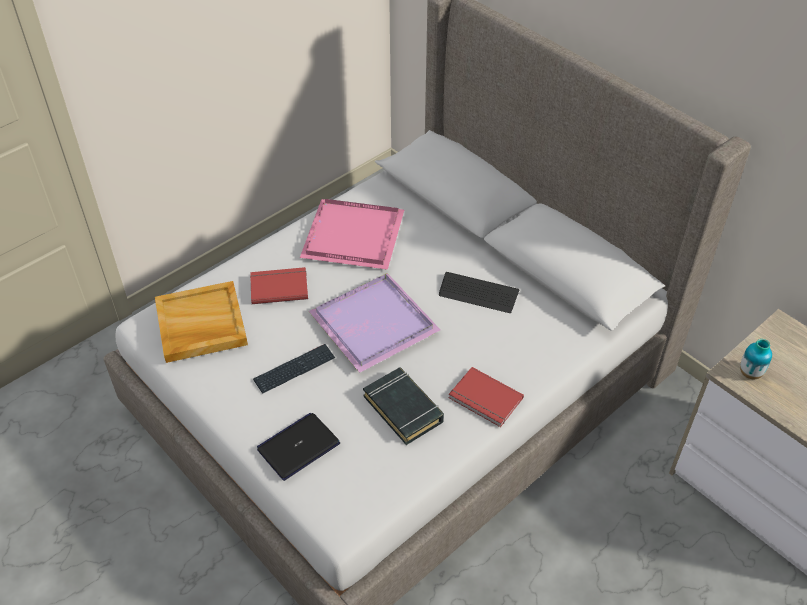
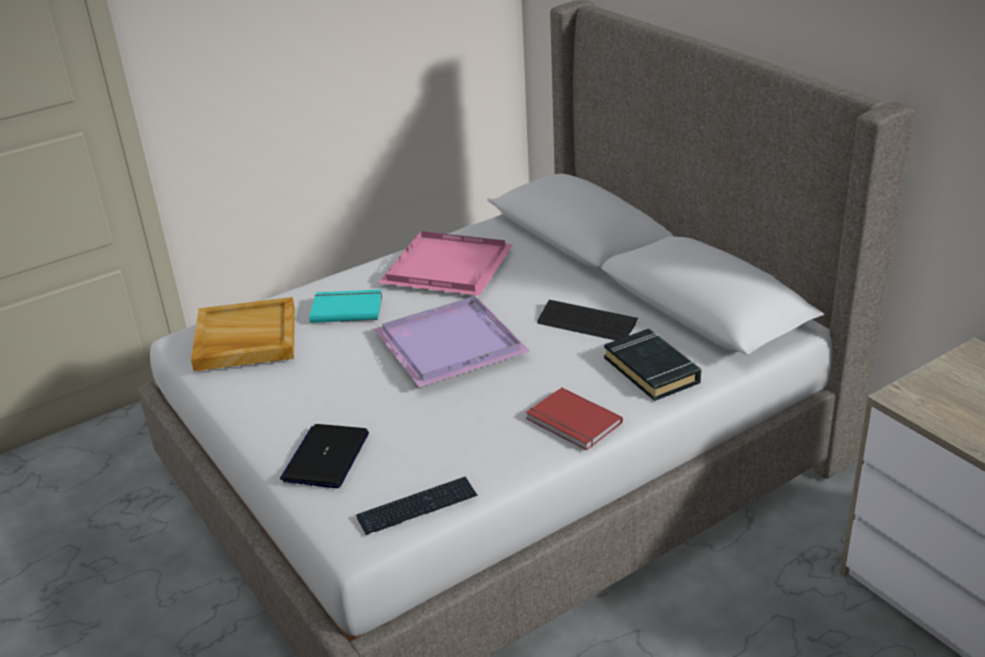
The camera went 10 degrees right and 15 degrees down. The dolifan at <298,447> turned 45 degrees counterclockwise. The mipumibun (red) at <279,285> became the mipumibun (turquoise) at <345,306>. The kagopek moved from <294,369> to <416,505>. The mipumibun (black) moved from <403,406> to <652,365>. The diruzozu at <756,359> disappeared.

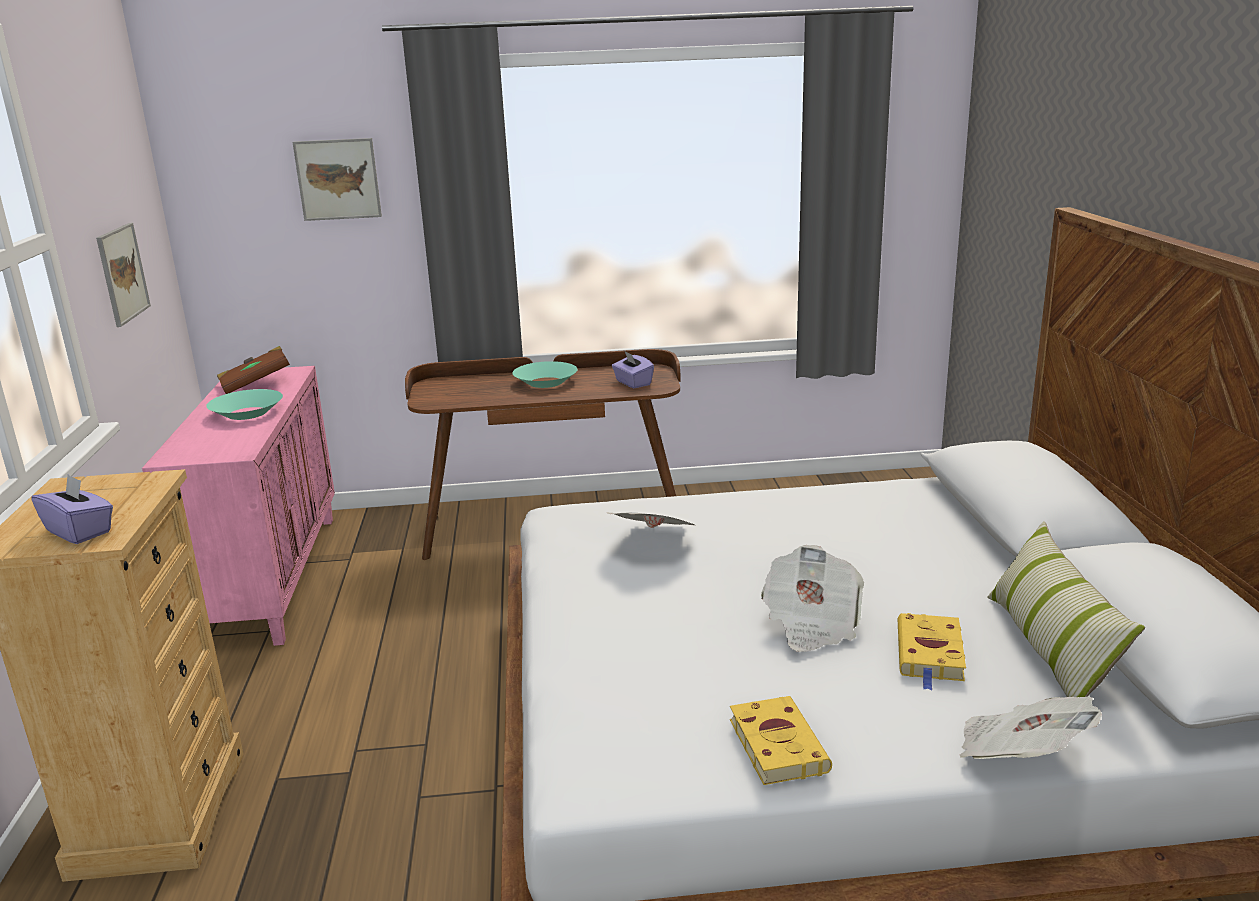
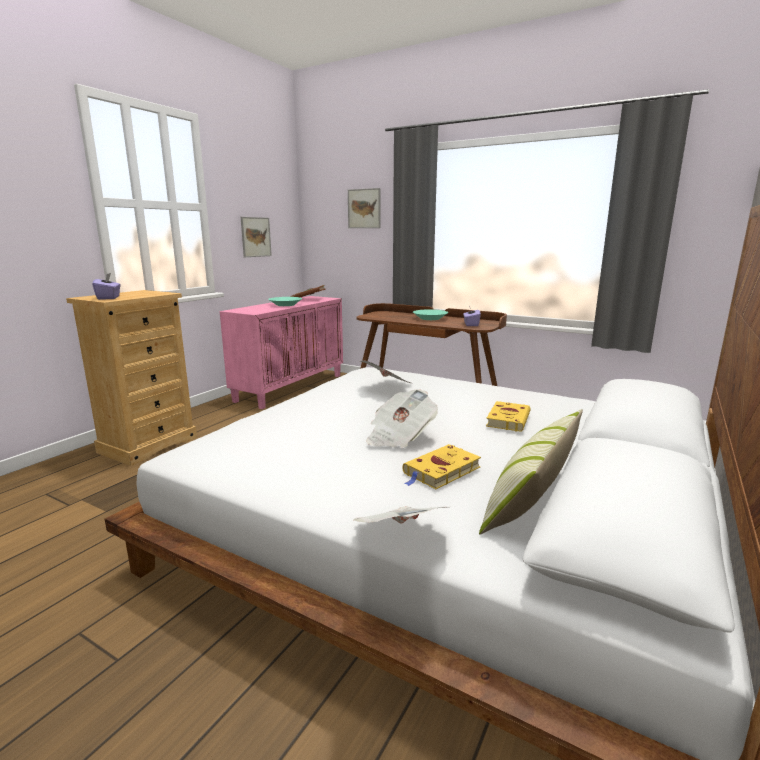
The camera went 35 degrees right and 5 degrees down. The mipumibun (yellow) moved from <781,740> to <508,416>.

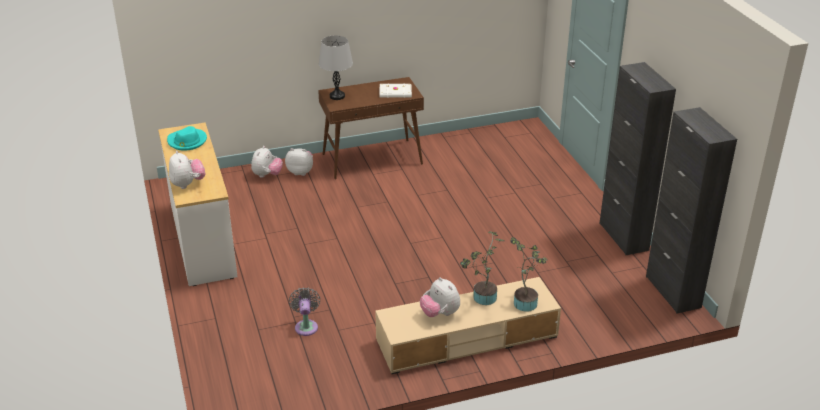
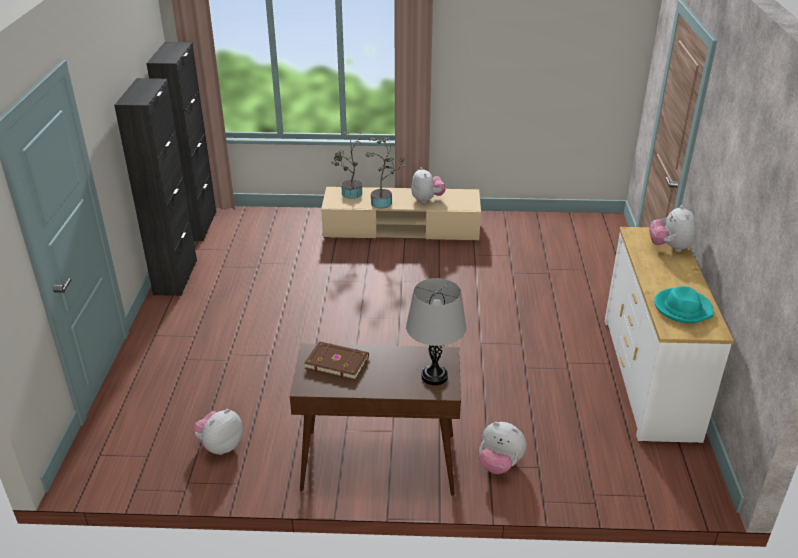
The camera went 160 degrees left and 0 degrees up. The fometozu moved from <267,162> to <218,432>. The mipumibun (white) at <395,91> became the mipumibun (brown) at <336,360>. The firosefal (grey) at <304,311> disappeared.

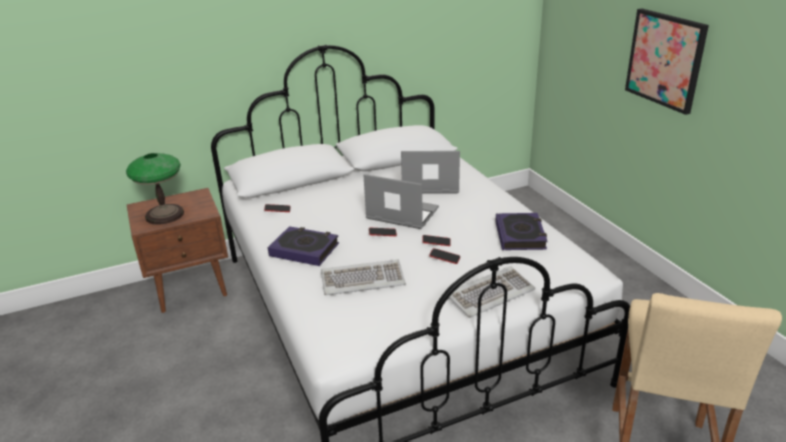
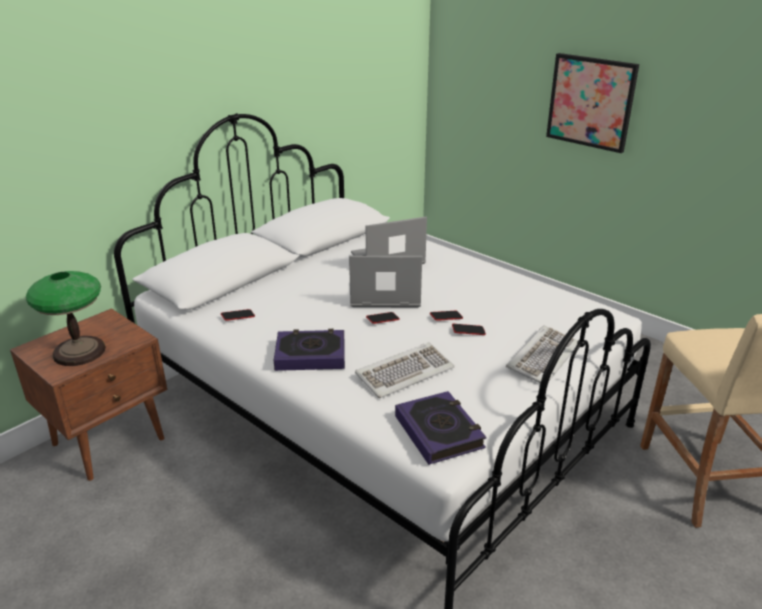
The camera went 25 degrees left and 0 degrees up. The mipumibun moved from <521,231> to <441,428>.

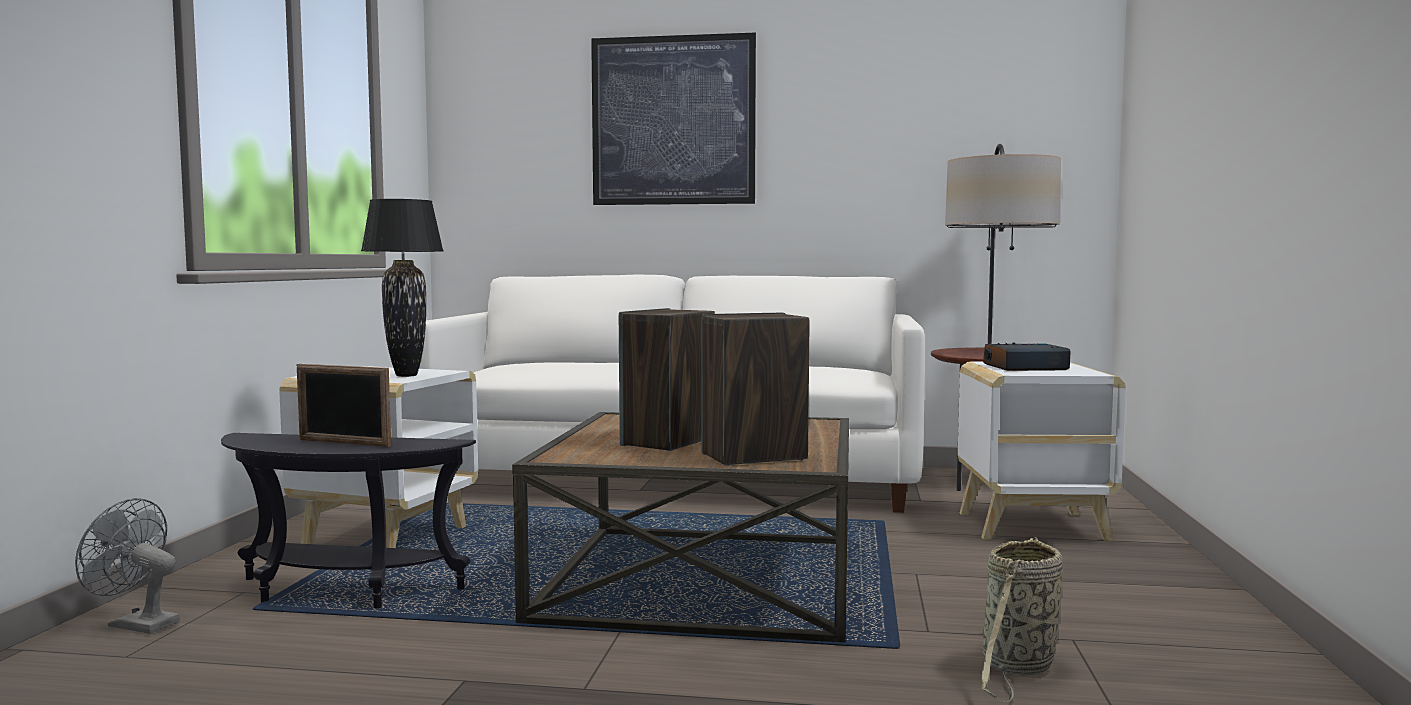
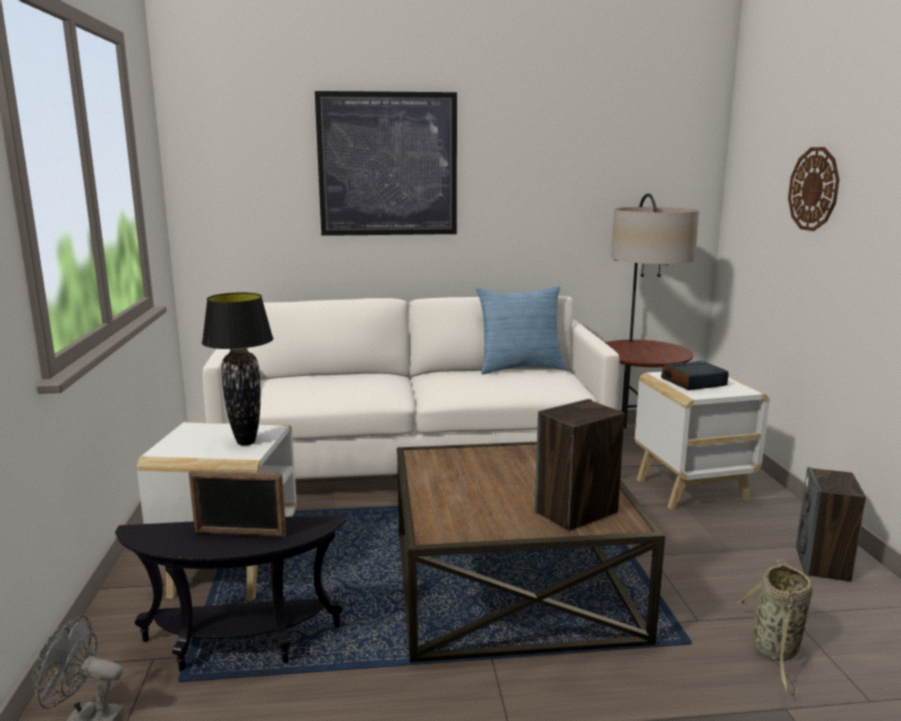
The camera went 15 degrees left and 10 degrees up. The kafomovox at <521,330> appeared. The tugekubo at <813,189> appeared. The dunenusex moved from <667,379> to <831,524>.

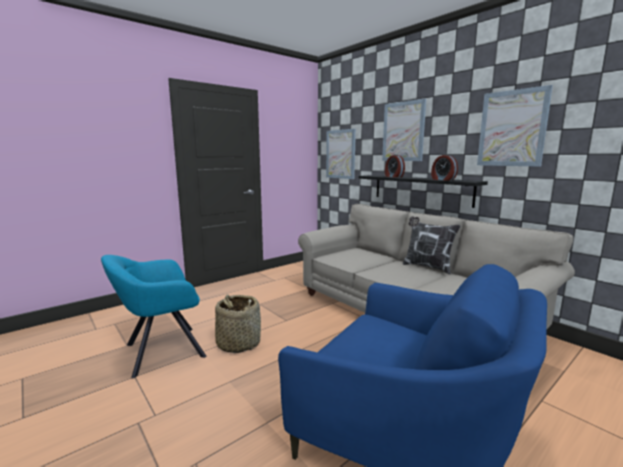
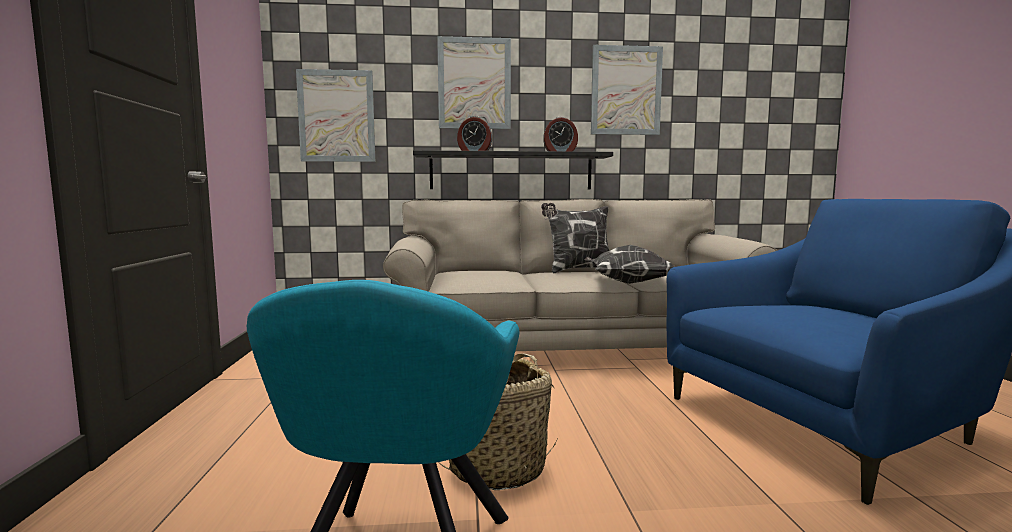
The camera went 55 degrees left and 5 degrees down. The kafomovox at <630,264> appeared.

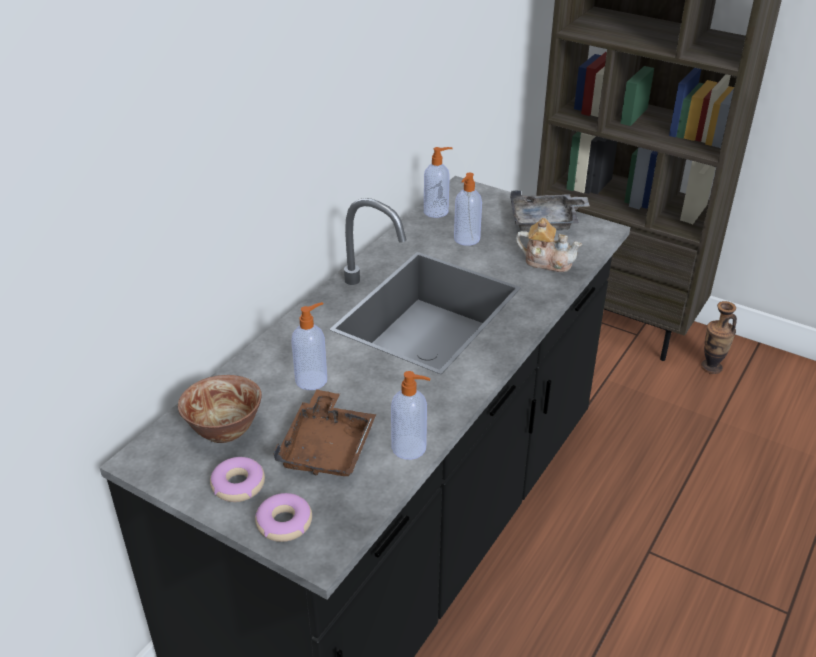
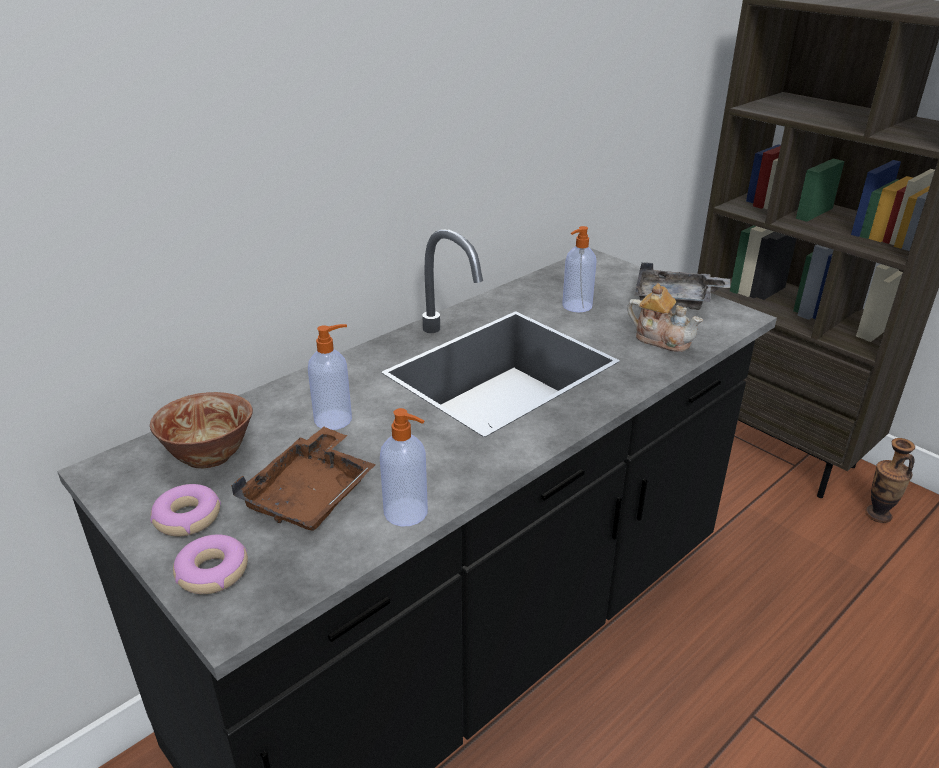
The camera went 15 degrees right and 5 degrees down. The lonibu at <438,182> disappeared.

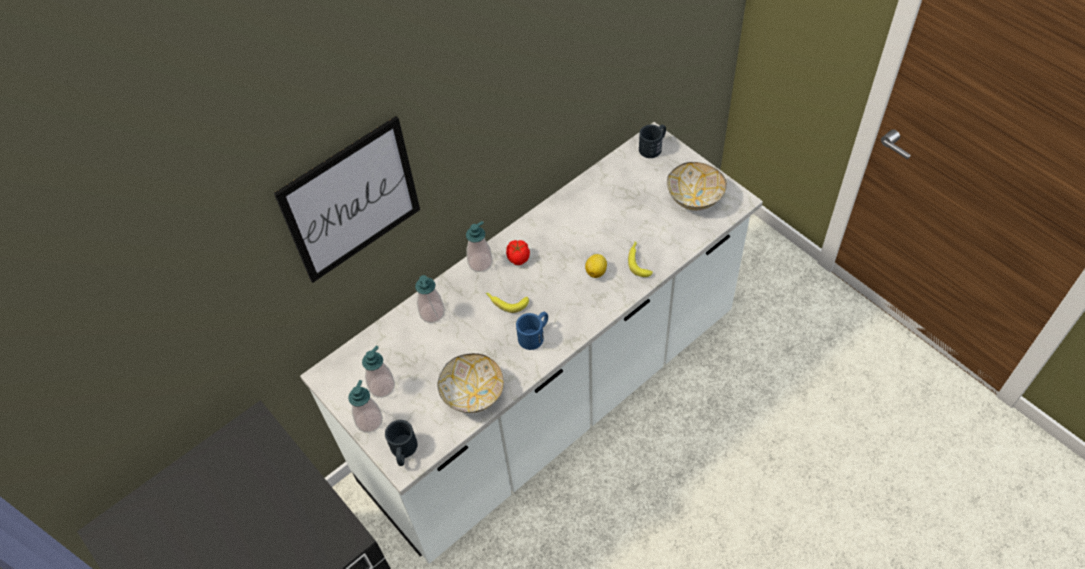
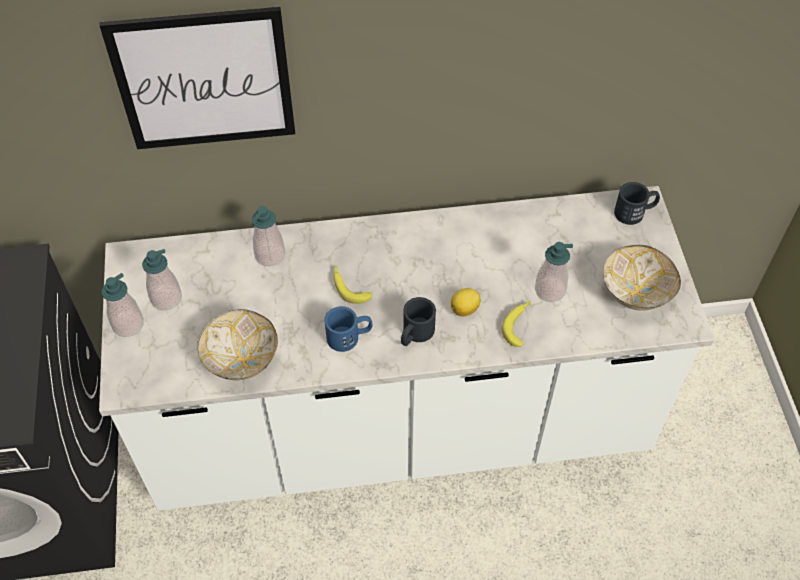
The camera went 30 degrees right and 0 degrees up. The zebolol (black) moved from <401,443> to <418,321>. The lonibu moved from <479,246> to <554,272>. The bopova at <518,252> disappeared.

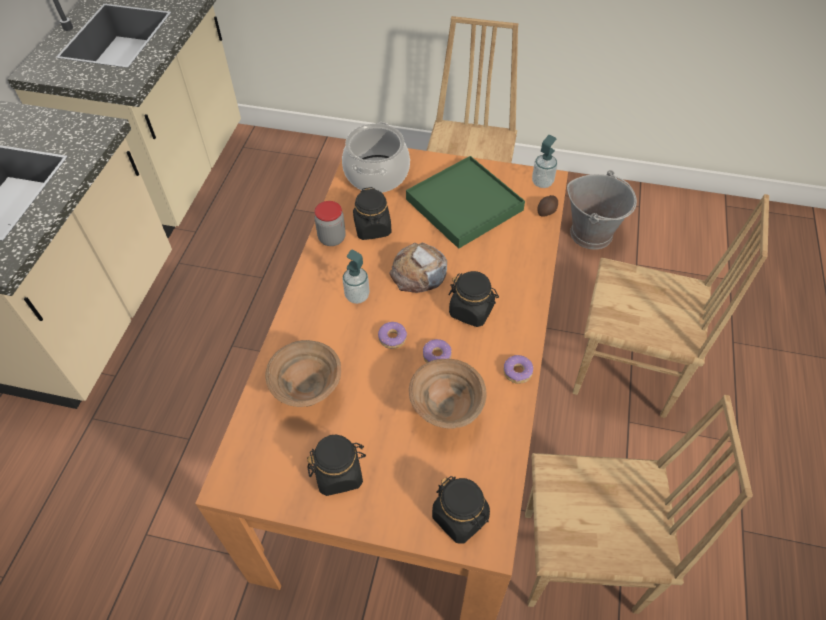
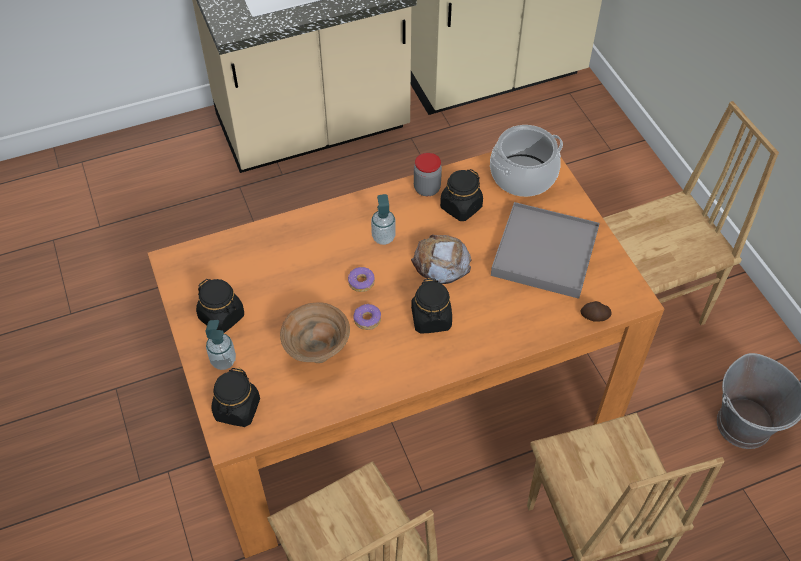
The camera went 55 degrees right and 0 degrees up. The lonibu moved from <544,161> to <220,345>. The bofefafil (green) at <465,202> became the bofefafil (grey) at <545,250>. The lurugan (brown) at <303,373> disappeared. The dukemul at <518,369> disappeared.

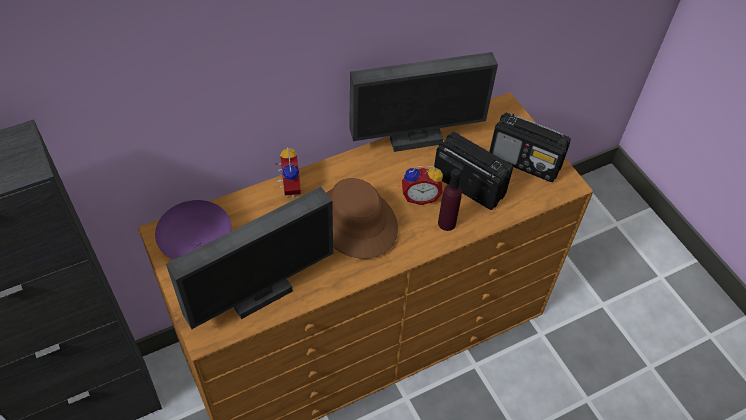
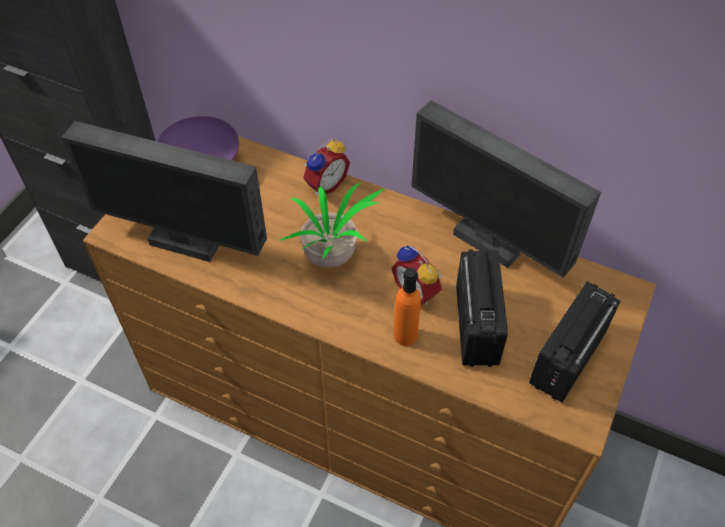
The camera went 55 degrees right and 0 degrees up. The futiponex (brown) at <362,218> was replaced by the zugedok at <332,225>. The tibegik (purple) at <450,200> became the tibegik (orange) at <407,307>. The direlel at <530,147> turned 45 degrees clockwise.

